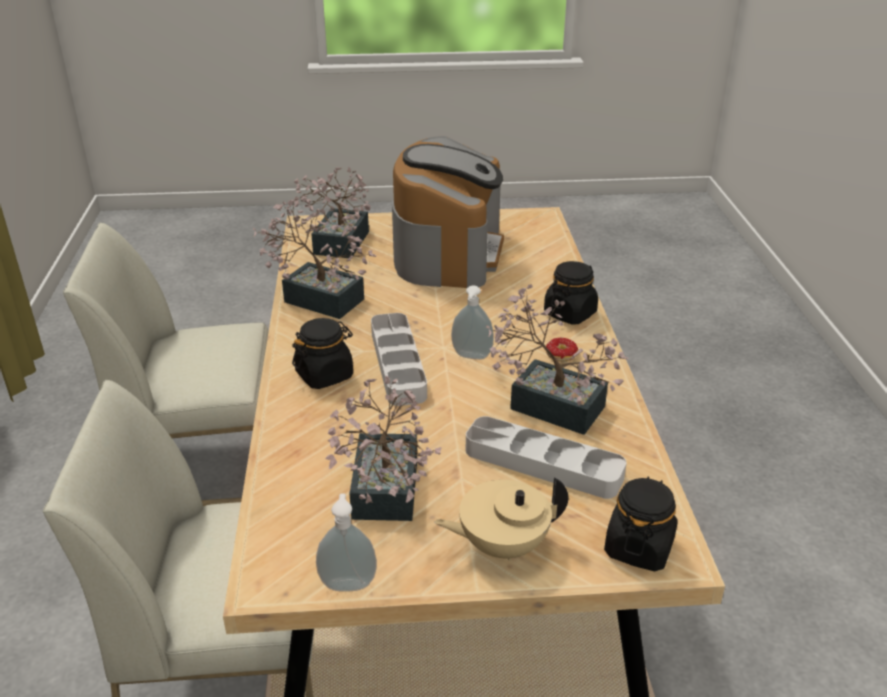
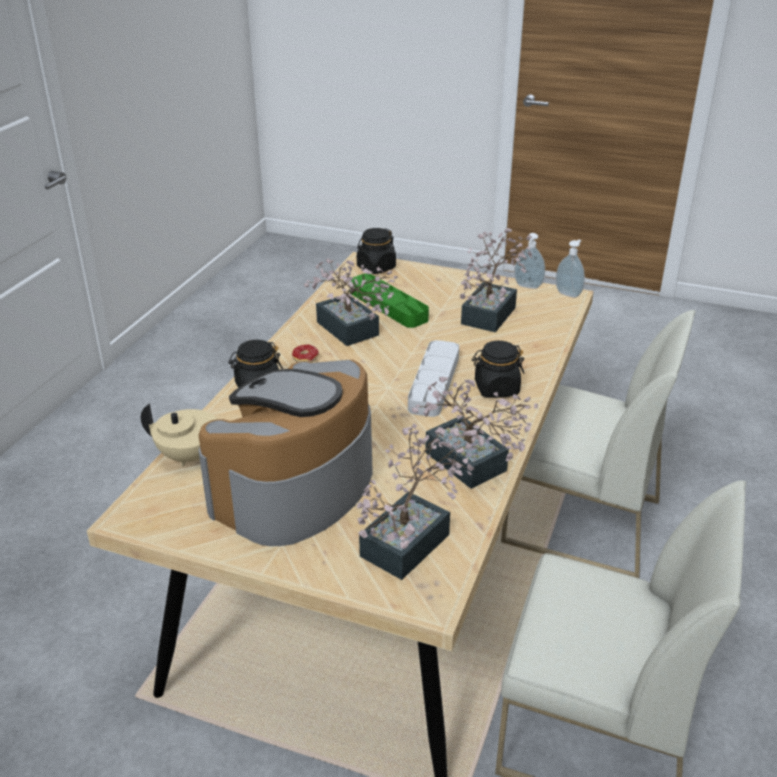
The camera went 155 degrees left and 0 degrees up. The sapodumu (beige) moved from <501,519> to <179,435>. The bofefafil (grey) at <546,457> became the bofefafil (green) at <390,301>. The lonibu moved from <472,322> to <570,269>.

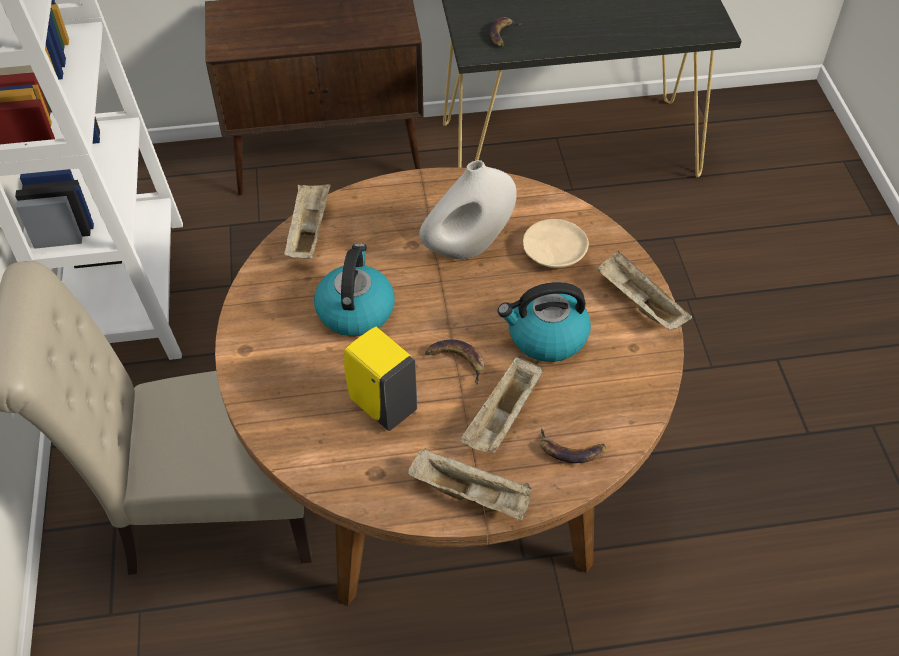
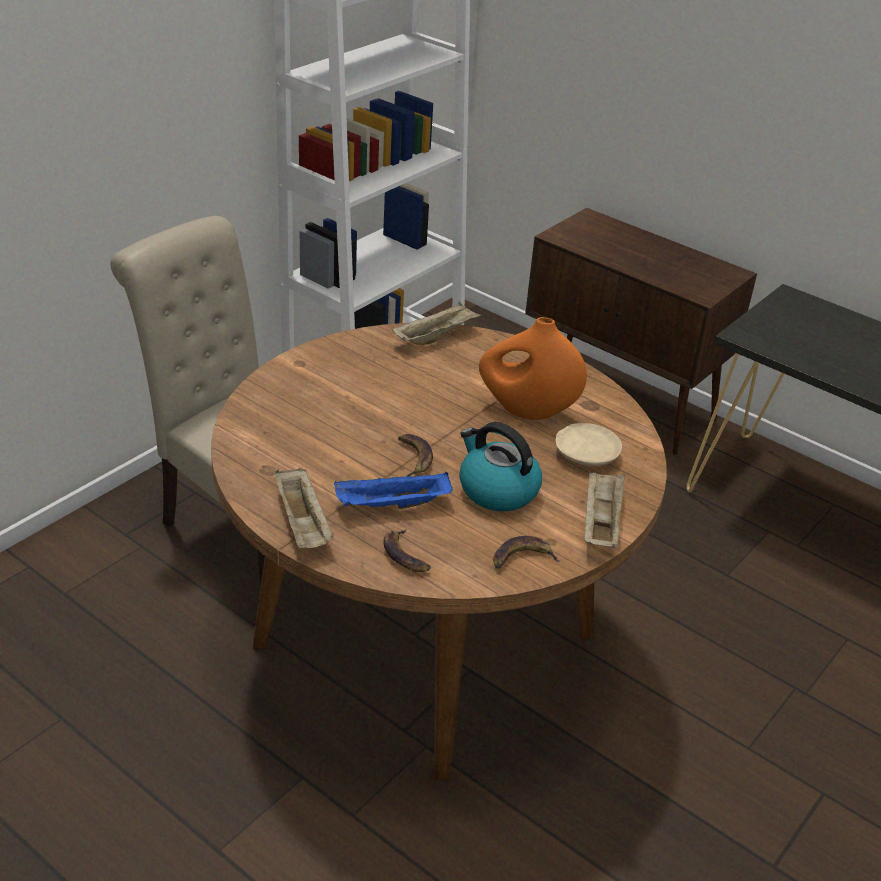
The camera went 45 degrees right and 15 degrees down. The bofefafil (beige) at <501,404> became the bofefafil (blue) at <393,490>. The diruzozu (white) at <468,210> became the diruzozu (orange) at <533,368>. The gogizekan moved from <506,32> to <526,552>. The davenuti at <354,289> disappeared. The lonibu (yellow) at <380,379> disappeared.

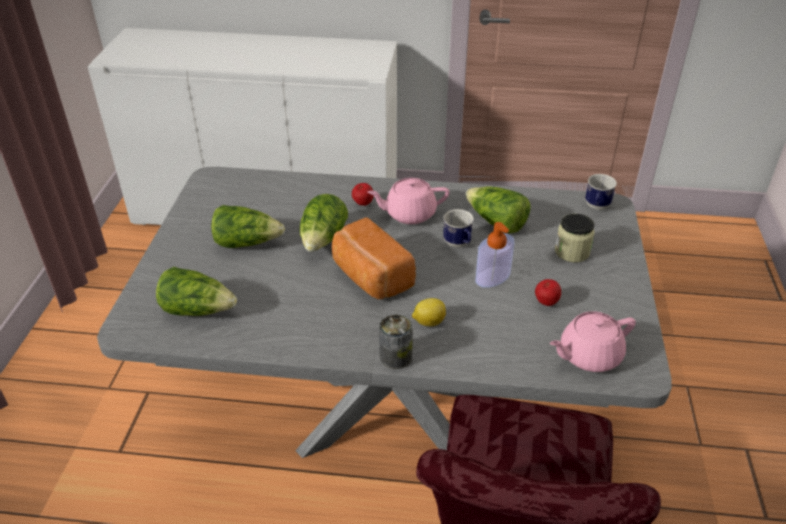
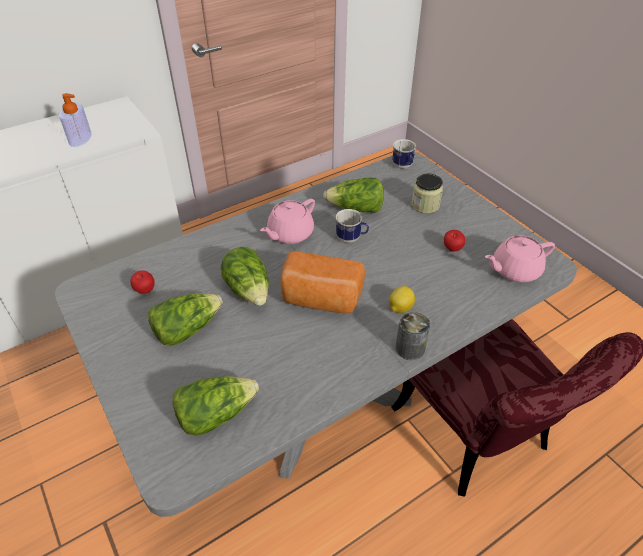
The camera went 40 degrees left and 5 degrees up. The lonibu moved from <494,255> to <75,120>. The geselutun moved from <363,194> to <143,282>. The sapodumu (pink) at <593,341> turned 45 degrees clockwise.

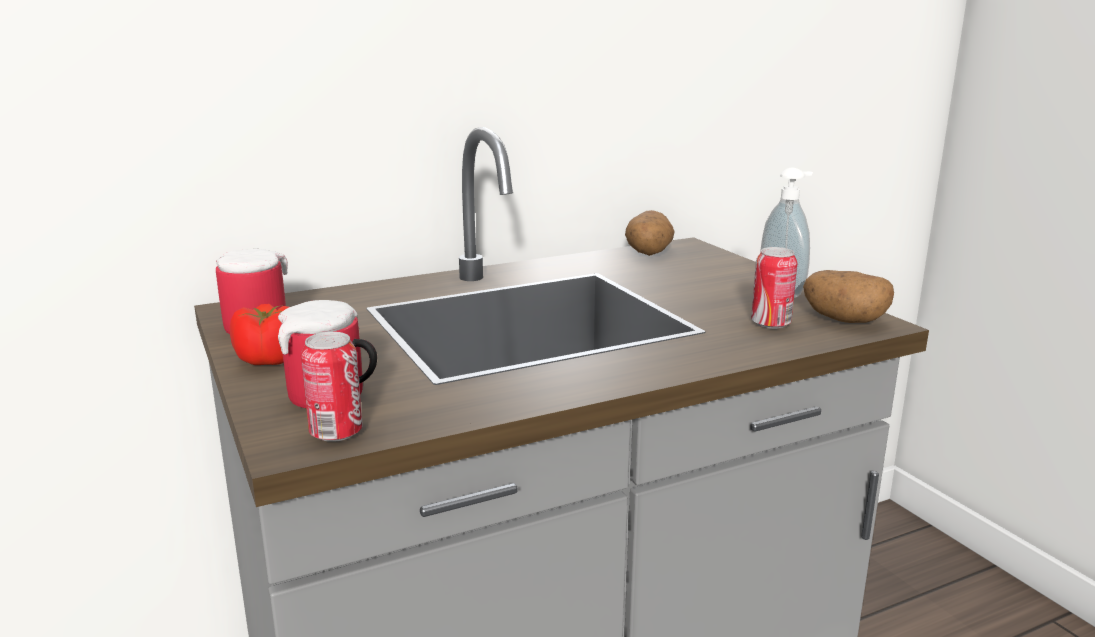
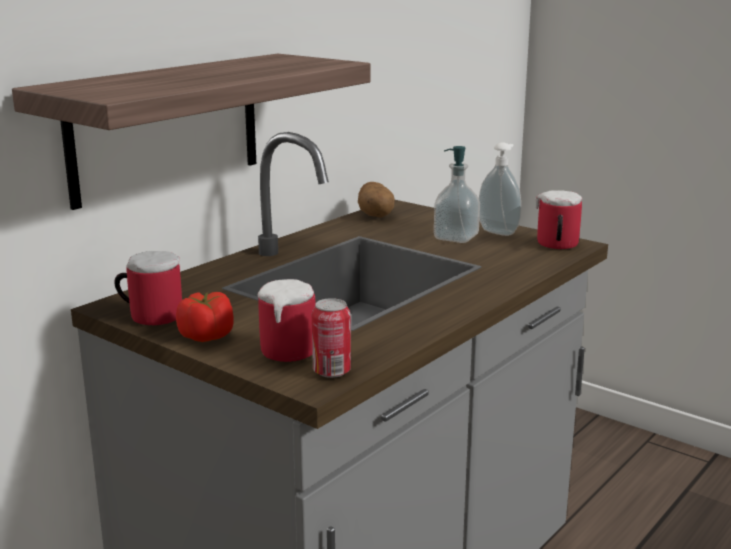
The camera went 25 degrees left and 0 degrees up. The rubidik at <191,132> appeared. The lonibu at <457,194> appeared. The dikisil at <848,296> was replaced by the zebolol at <558,219>. The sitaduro at <774,288> disappeared.

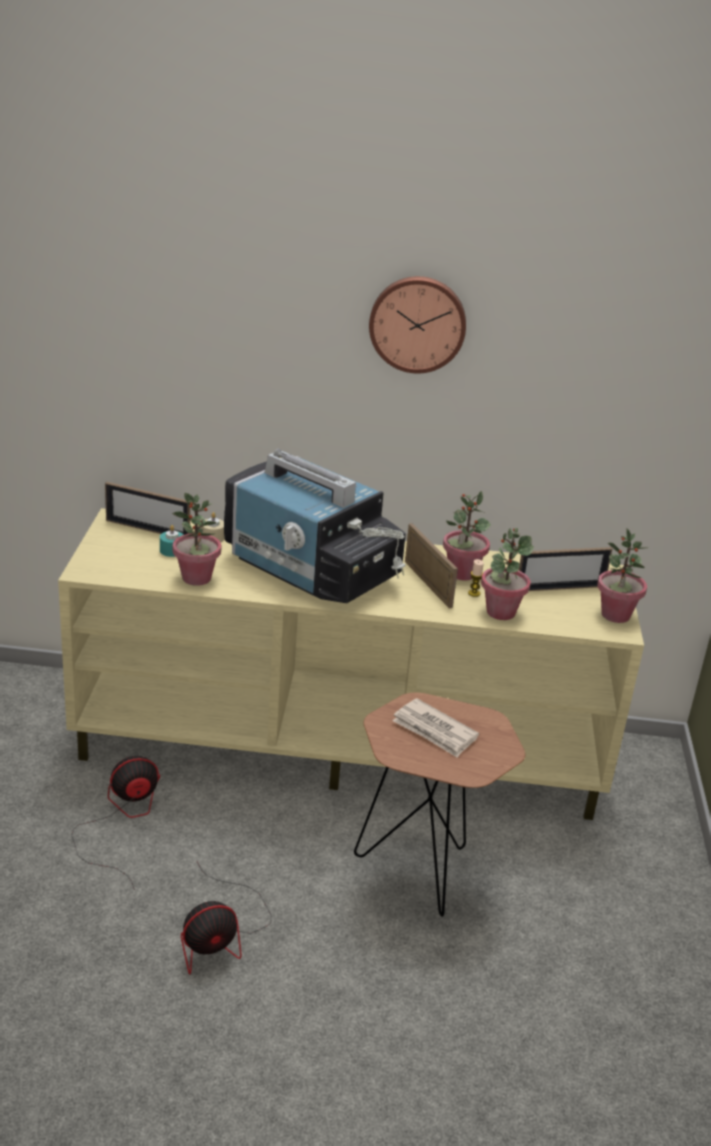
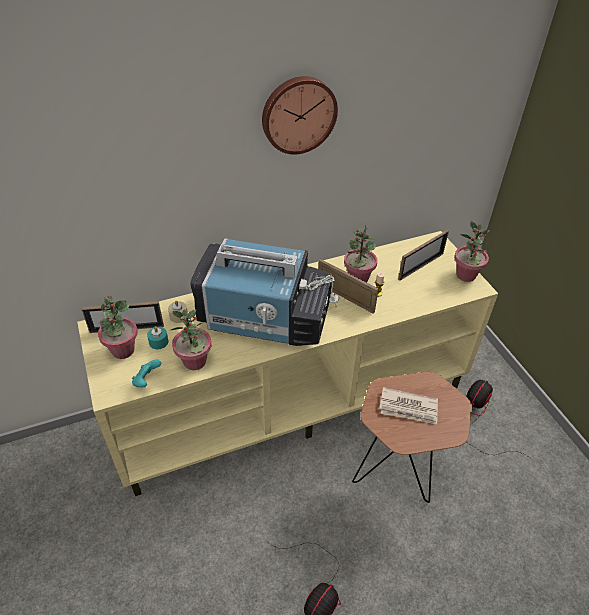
The camera went 25 degrees left and 15 degrees up. The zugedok moved from <507,574> to <118,327>. The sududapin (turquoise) at <146,373> appeared. The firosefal moved from <115,823> to <499,419>.

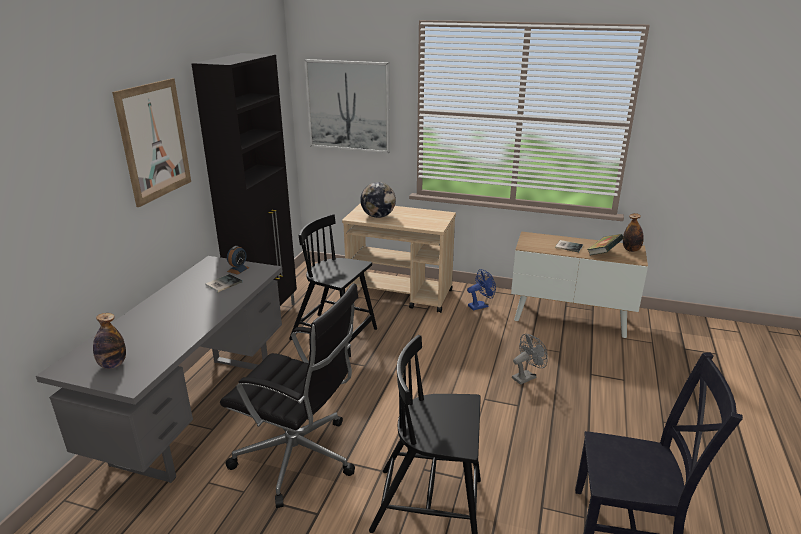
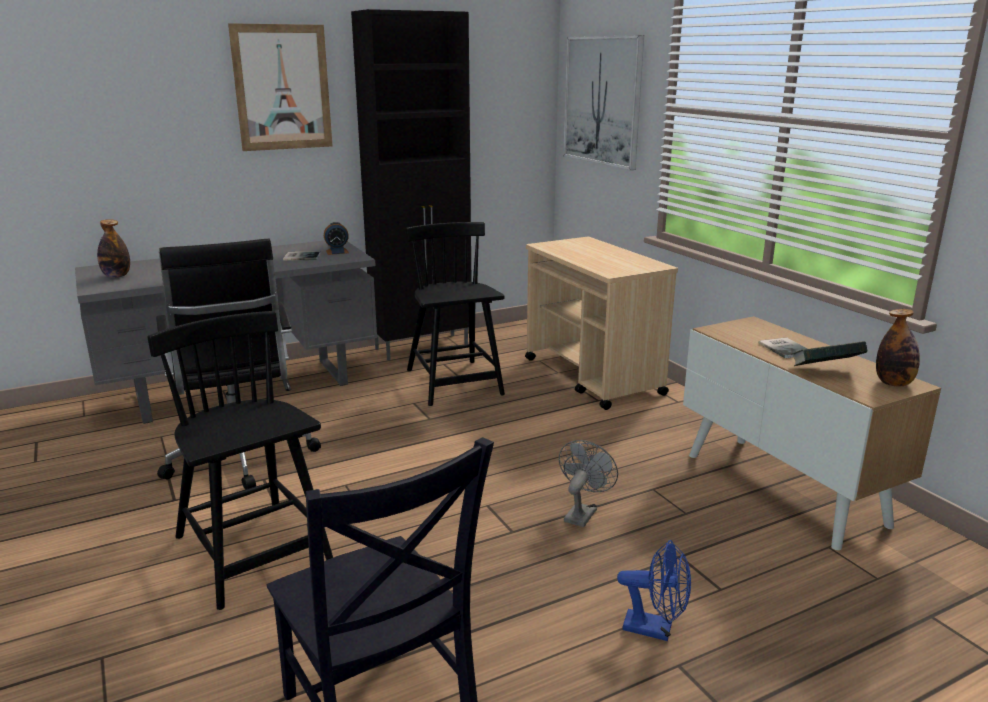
The camera went 45 degrees right and 5 degrees down. The firosefal (grey) at <530,359> turned 75 degrees counterclockwise. The firosefal (blue) moved from <481,290> to <654,590>. The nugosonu at <378,200> disappeared.

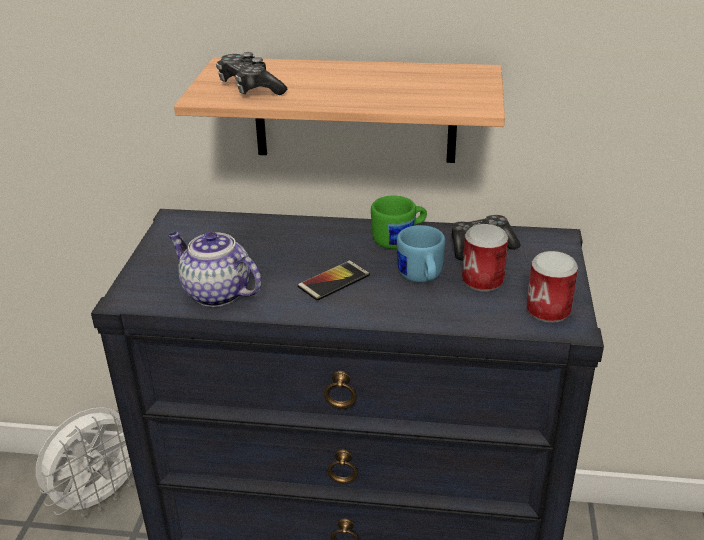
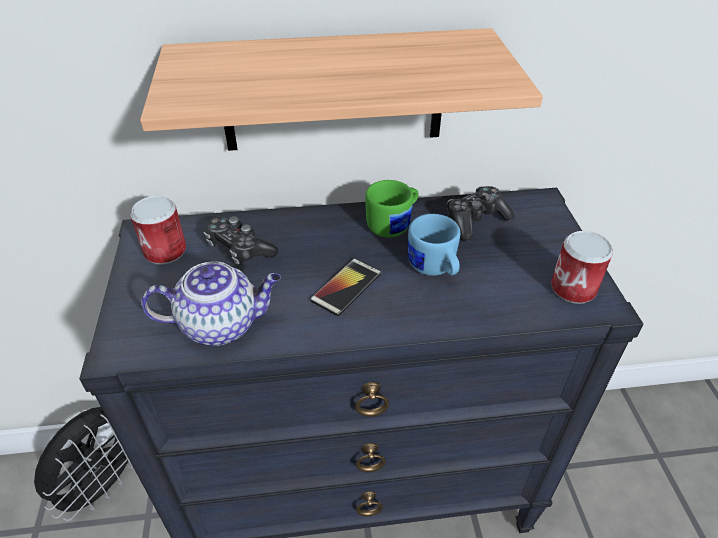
The camera went 15 degrees left and 10 degrees up. The firosefal (white) at <84,462> became the firosefal (black) at <84,464>. The sitaduro moved from <485,258> to <158,230>. The sapodumu at <215,269> turned 150 degrees clockwise. The sududapin moved from <251,73> to <240,240>.

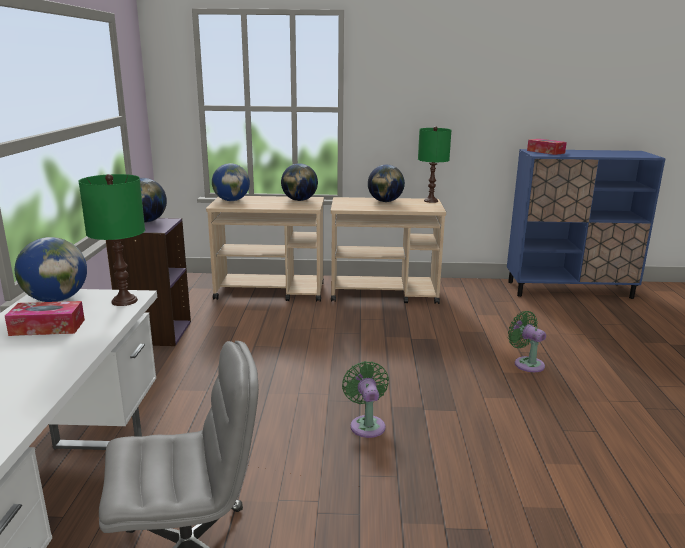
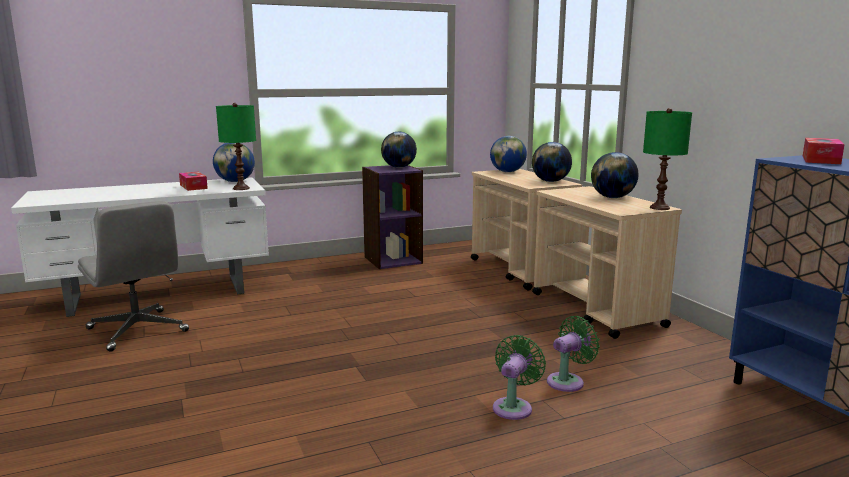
The camera went 65 degrees right and 5 degrees down. The firosefal (green) moved from <365,399> to <573,354>.

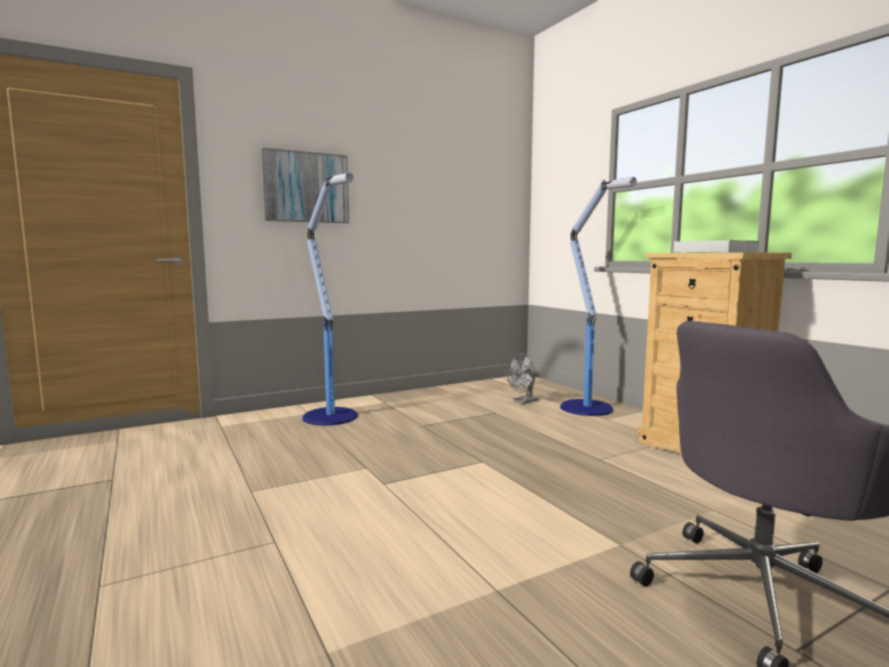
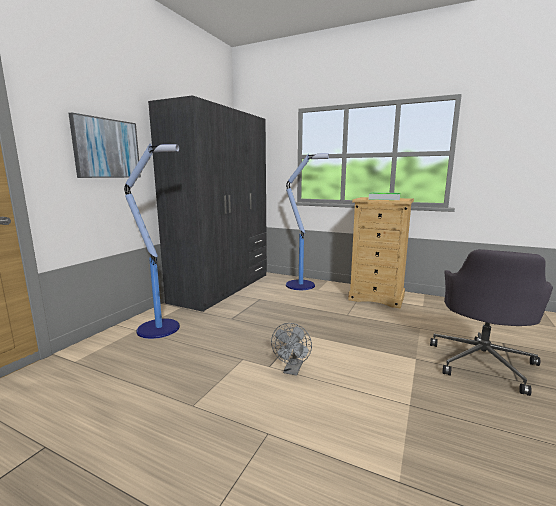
The camera went 35 degrees left and 5 degrees up. The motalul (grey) at <207,204> appeared. The firosefal (grey) moved from <523,379> to <291,349>.

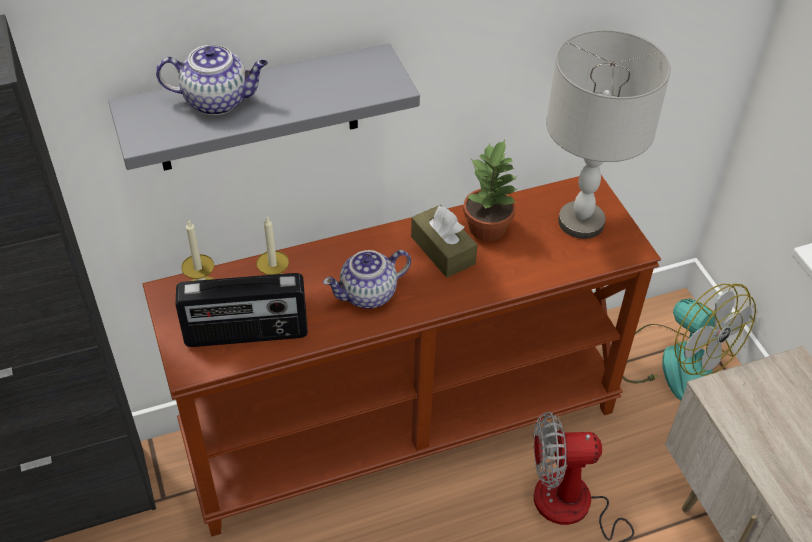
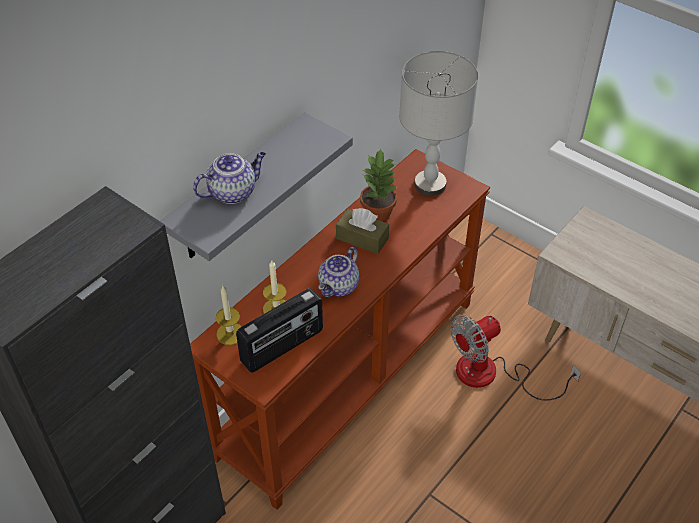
The camera went 30 degrees left and 0 degrees up. The firosefal at <689,342> disappeared.

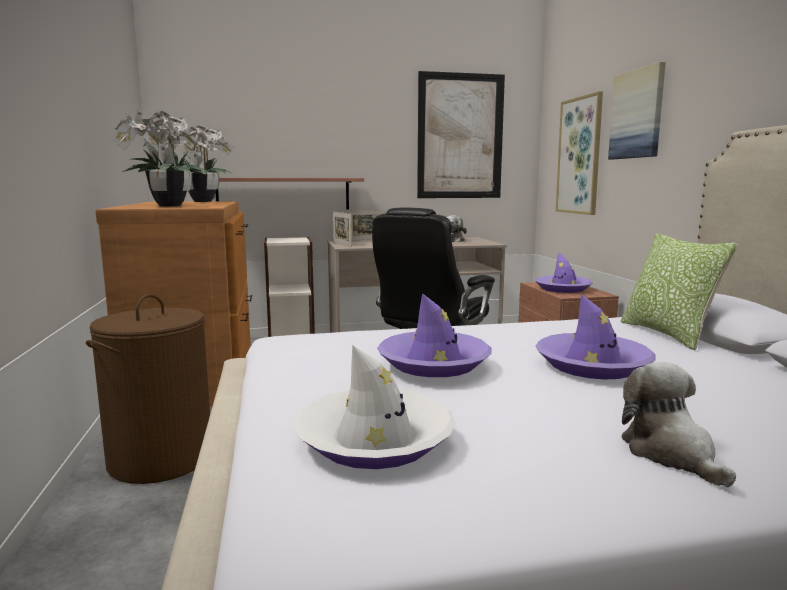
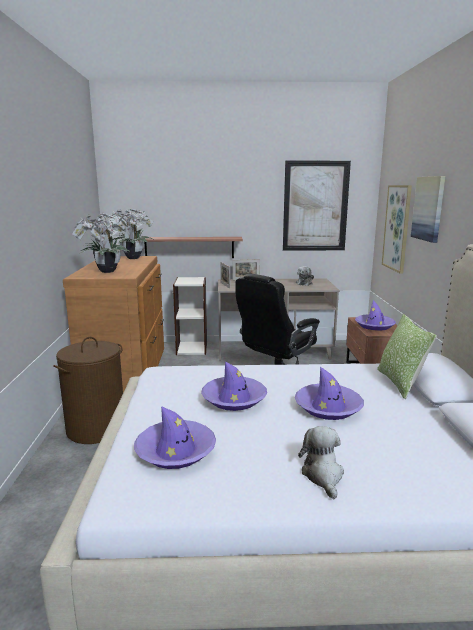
The camera went 10 degrees right and 5 degrees up. The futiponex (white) at <374,407> became the futiponex (purple) at <175,437>.

